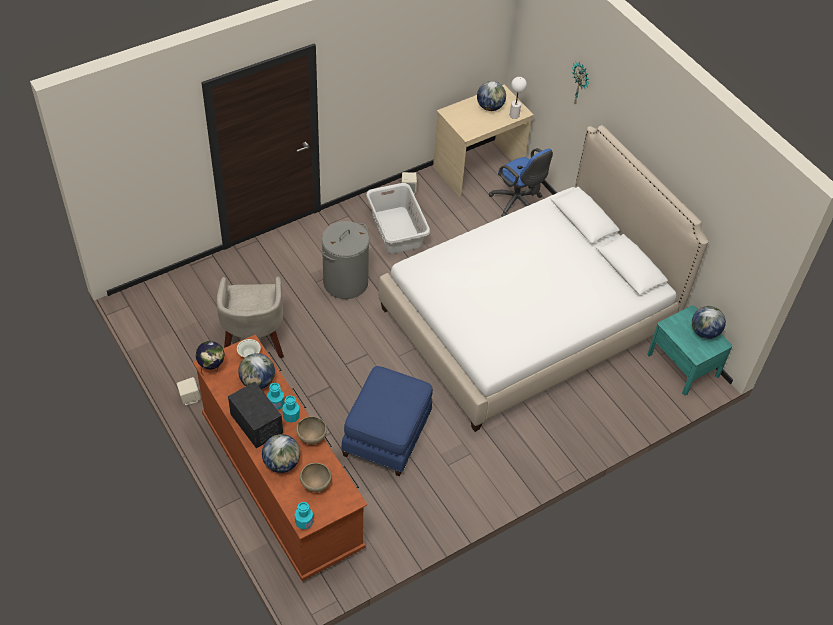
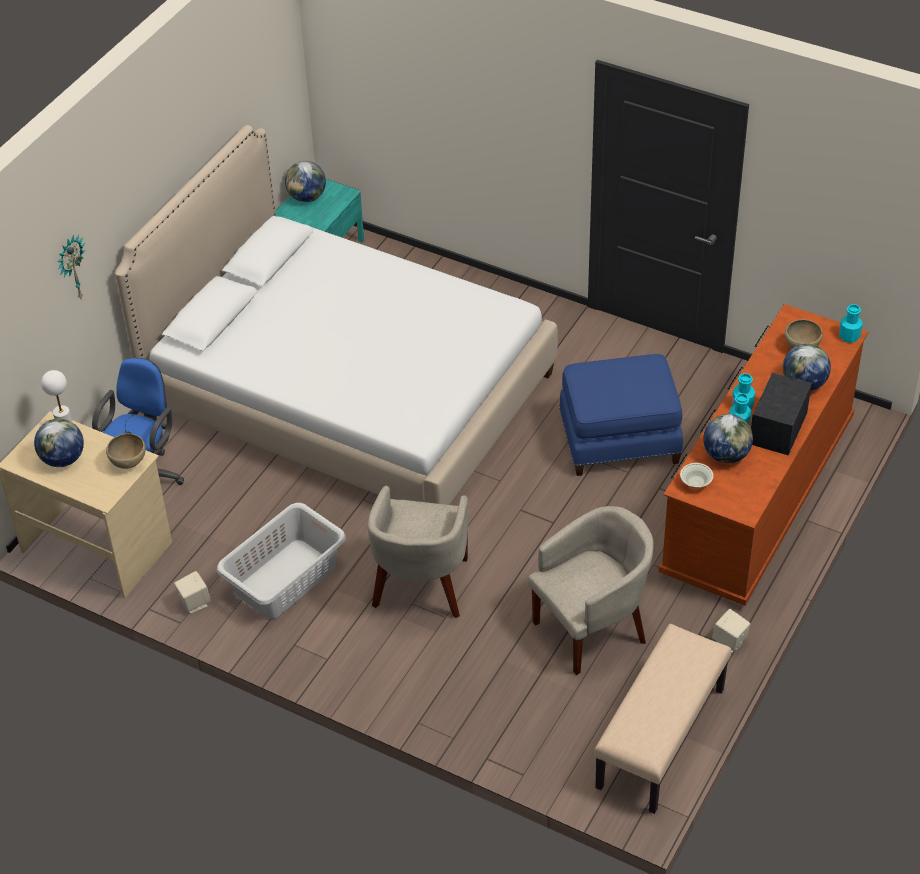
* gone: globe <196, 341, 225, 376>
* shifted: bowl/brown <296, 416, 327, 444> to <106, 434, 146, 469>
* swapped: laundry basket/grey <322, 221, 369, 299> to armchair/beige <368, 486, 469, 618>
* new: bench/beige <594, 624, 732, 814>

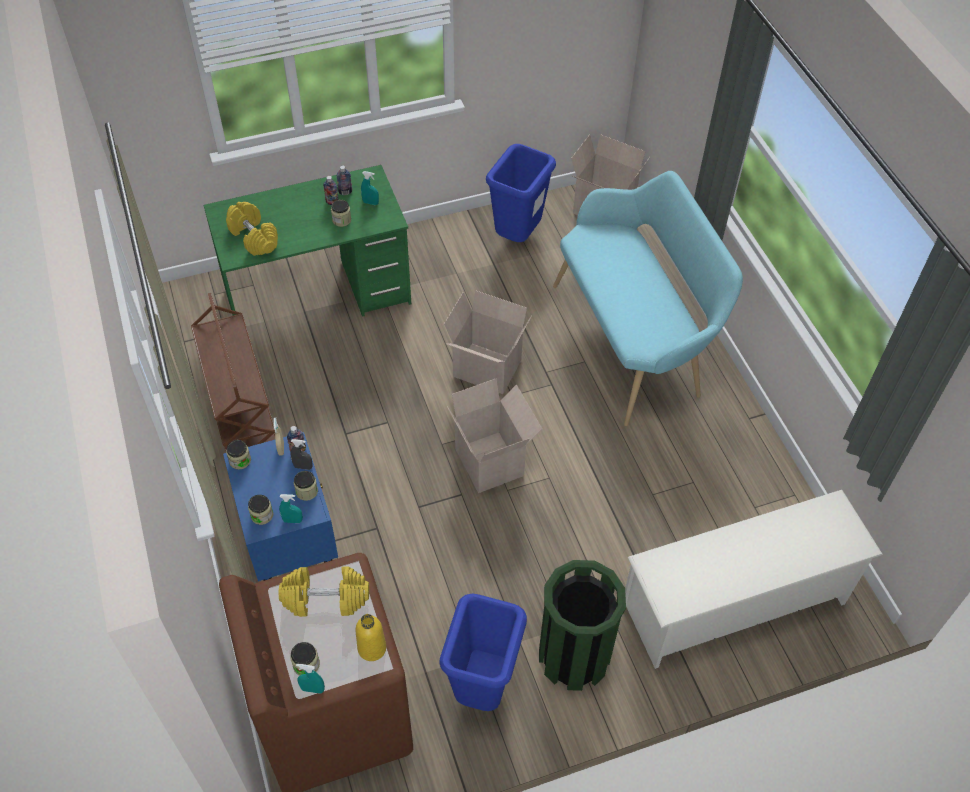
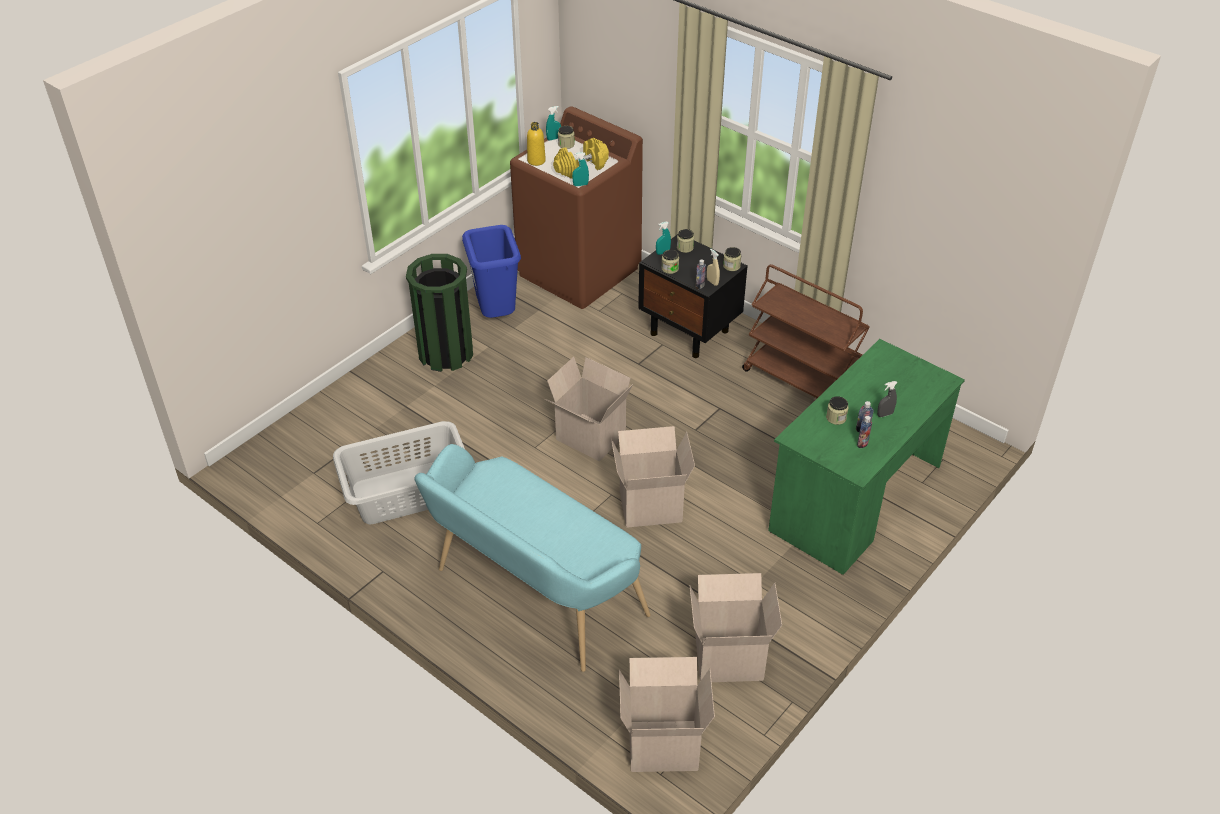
* repainted: nightstand/blue <223, 432, 338, 581> to nightstand/black <638, 234, 748, 358>
* gone: dumbbell/yellow <226, 202, 278, 256>
* shifted: spray bottle/grey <290, 439, 313, 470> to <877, 381, 897, 417>
* shifted: spray bottle/turquoise <361, 171, 379, 205> to <572, 152, 589, 186>
* swapped: trash can/blue <486, 144, 556, 242> to cardboard box <690, 573, 782, 682>
* gone: shoe rack/white <625, 490, 883, 669>
* new: laundry basket/grey <333, 421, 465, 524>

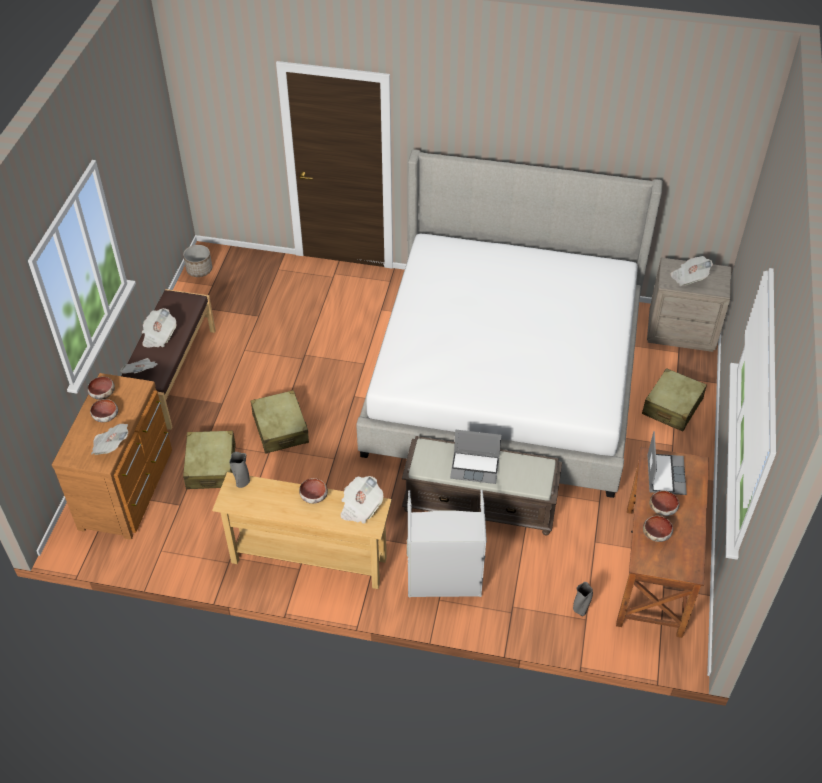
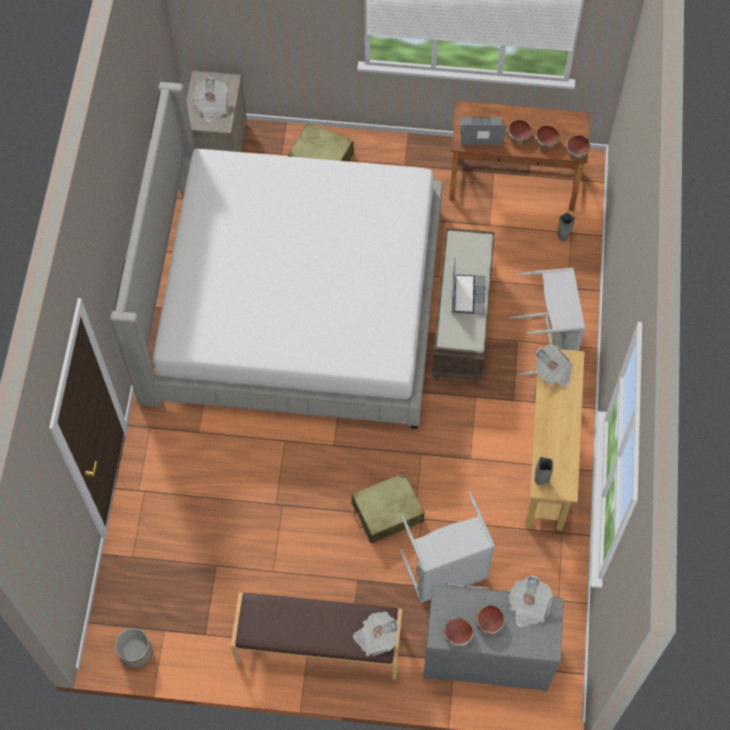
* repainted: dresser/brown <52, 373, 172, 540> to dresser/grey <423, 583, 564, 692>
* gone: newspaper <142, 308, 176, 347>
* swapped: suitcase/beige <183, 431, 236, 489> to laundry basket/grey <400, 492, 495, 603>
* shifted: bowl <299, 478, 328, 504> to <565, 135, 590, 158>

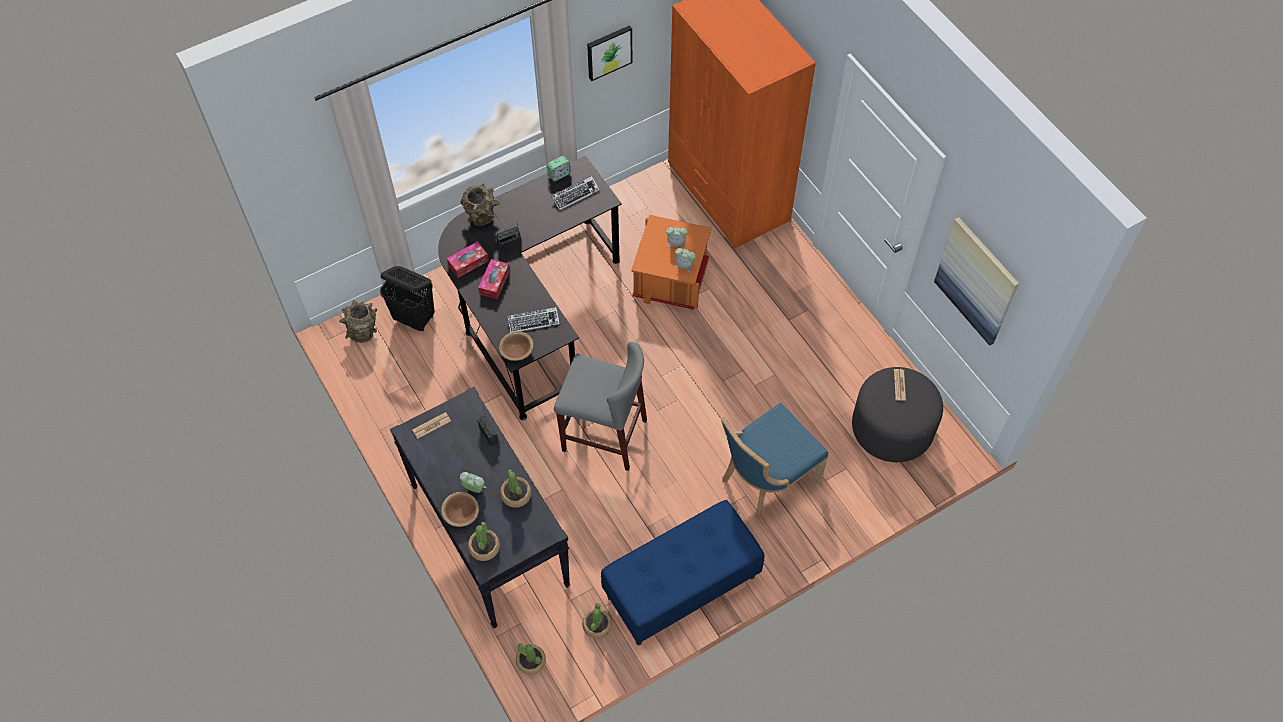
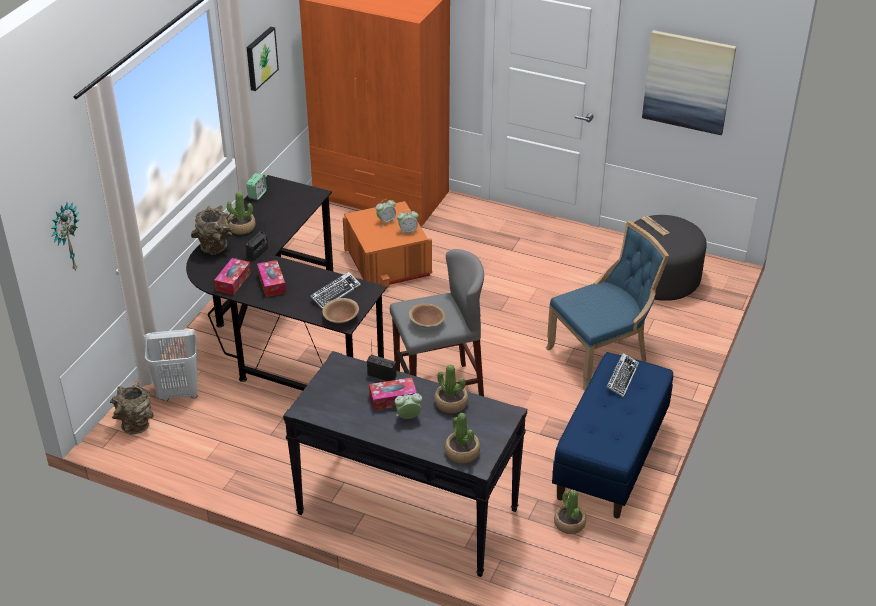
* repainted: laundry basket/black <380, 266, 435, 331> to laundry basket/white <143, 329, 198, 401>
* gone: newspaper <413, 412, 451, 439>
* shifted: bowl/brown <441, 492, 479, 527> to <409, 303, 445, 328>
* shifted: potted plant <516, 644, 546, 675> to <227, 192, 256, 235>
* shifted: keyboard <551, 176, 600, 211> to <607, 353, 639, 397>
* rotated: chair/blue <721, 403, 828, 520> = <546, 221, 669, 391> 135 degrees counterclockwise
* new: wall clock <51, 202, 79, 271>
* new: tissue box <369, 377, 417, 411>

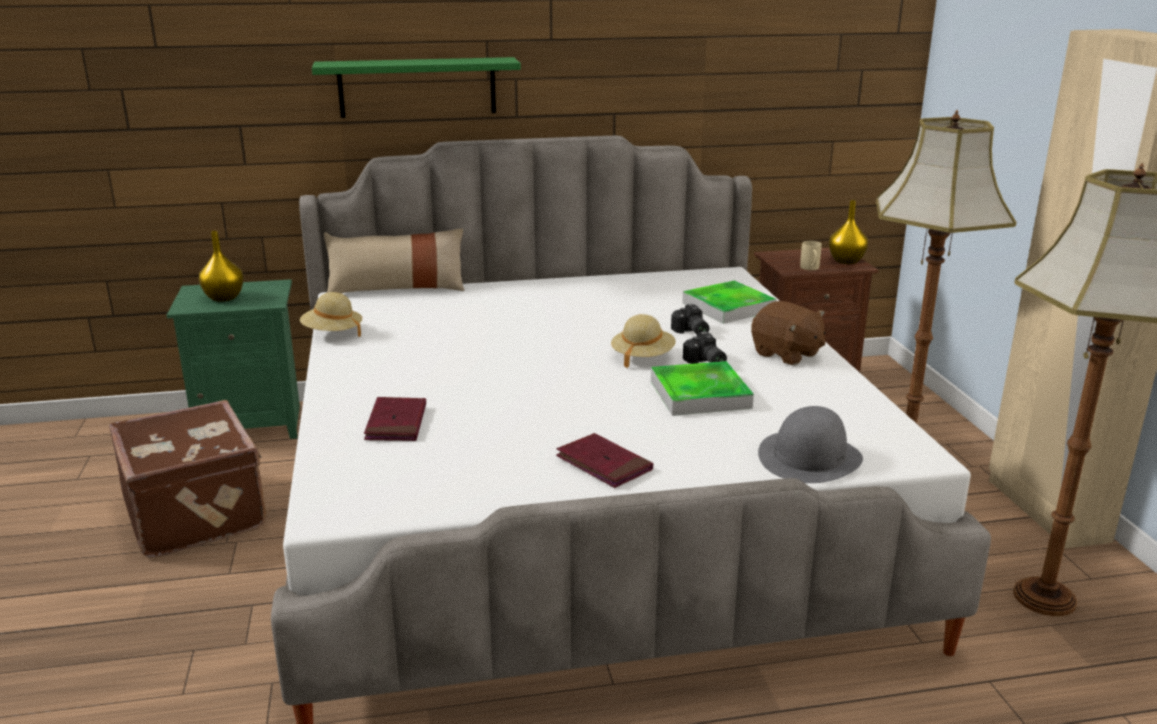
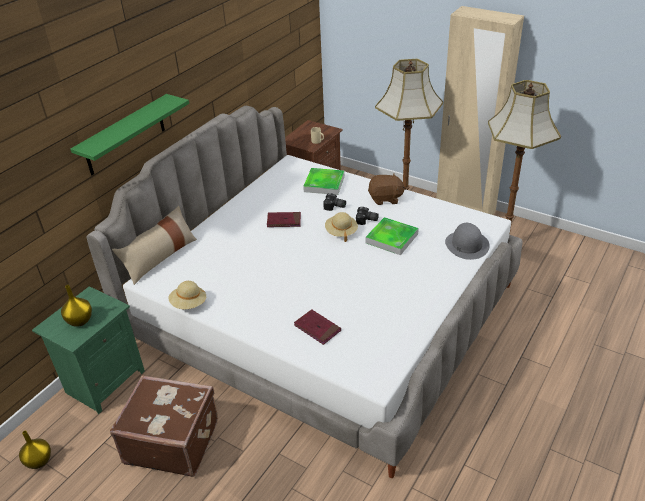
* shifted: book/red <556, 433, 653, 488> to <267, 212, 301, 227>
* shifted: vase/yellow <829, 200, 868, 264> to <19, 431, 51, 469>

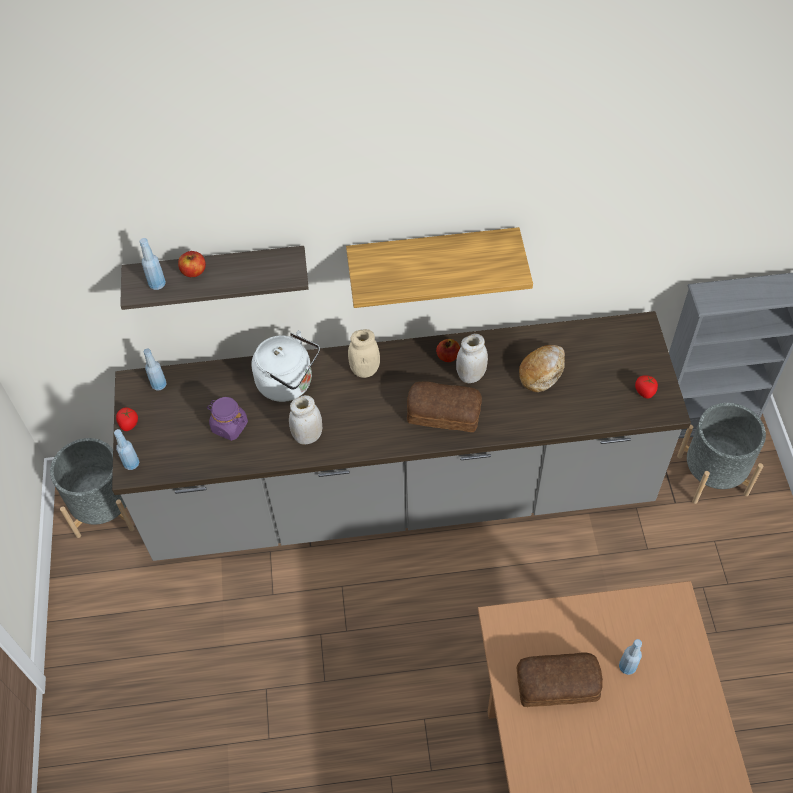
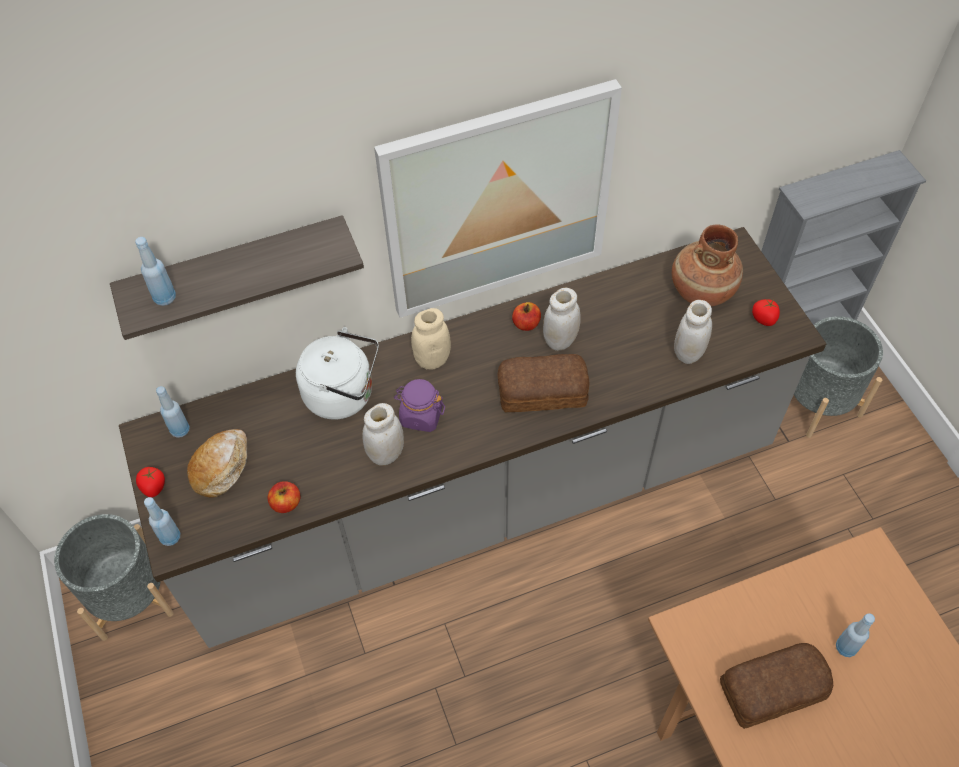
* shifted: apple <178, 251, 206, 277> to <268, 481, 301, 513>
* shifted: jar/purple <207, 397, 248, 441> to <394, 379, 445, 432>
* swapped: shelf <346, 227, 533, 308> to picture <374, 79, 622, 318>
* shifted: bread <519, 345, 565, 392> to <187, 429, 247, 498>
* new: vase/brown <672, 225, 743, 307>
* new: jar/white <674, 300, 712, 364>

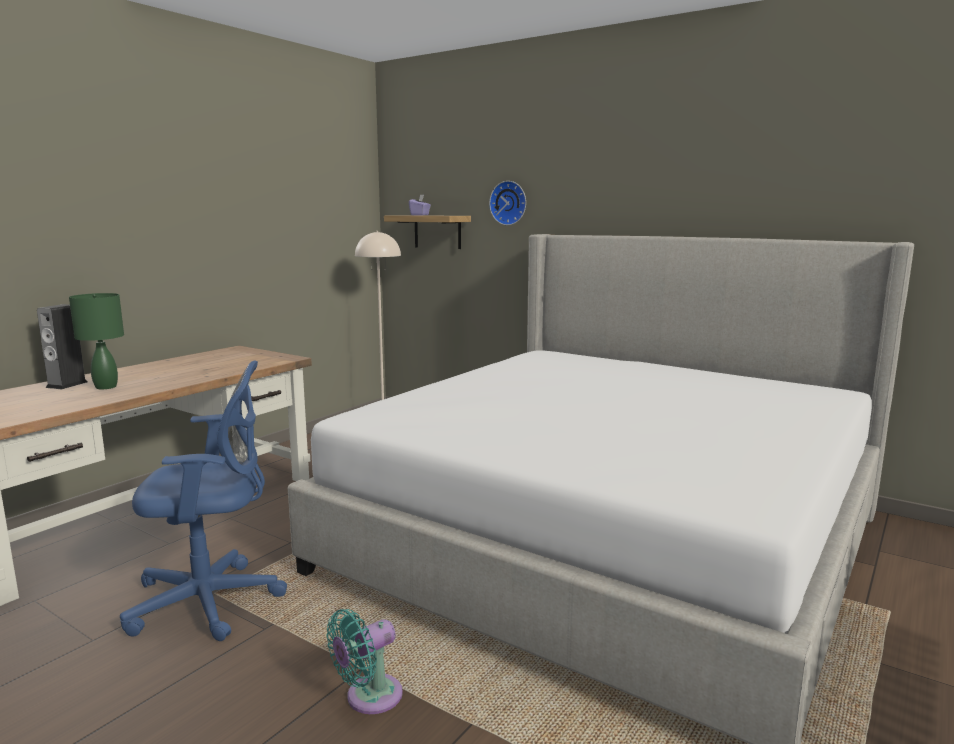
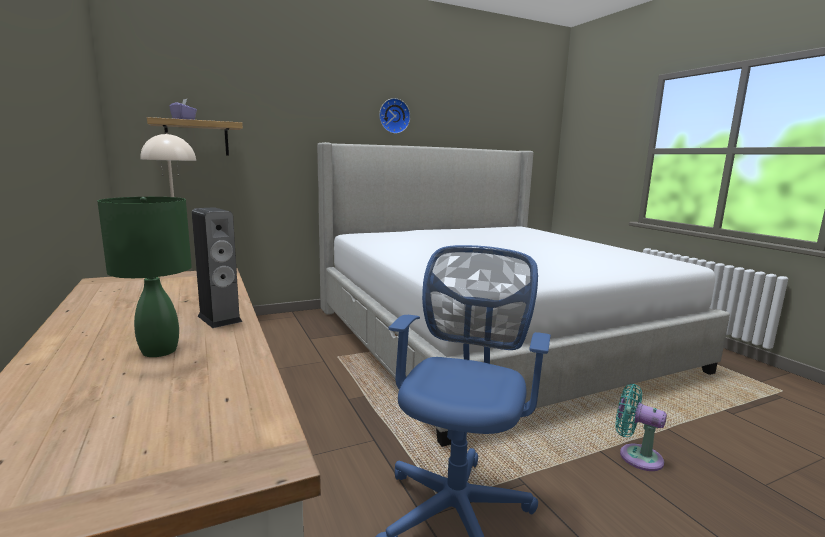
* shifted: speaker <37, 304, 88, 389> to <192, 207, 242, 328>
* rotated: fan/turquoise <326, 609, 403, 714> = <615, 384, 667, 471> 135 degrees clockwise
* shifted: wall clock <489, 181, 526, 225> to <379, 98, 410, 134>

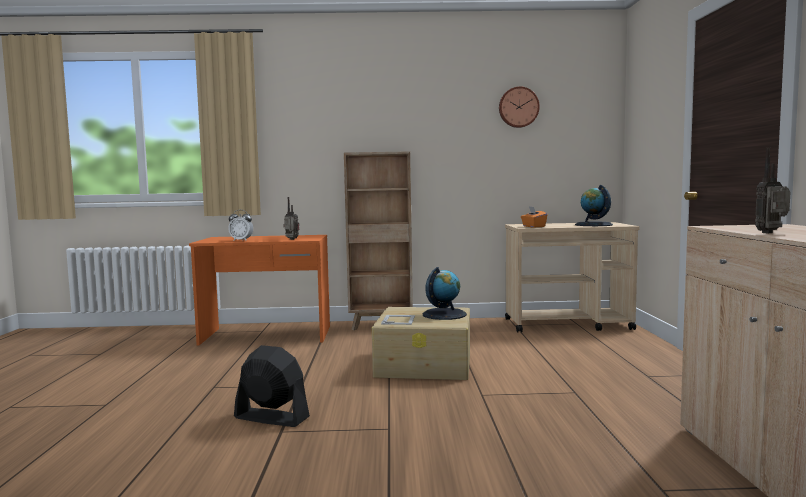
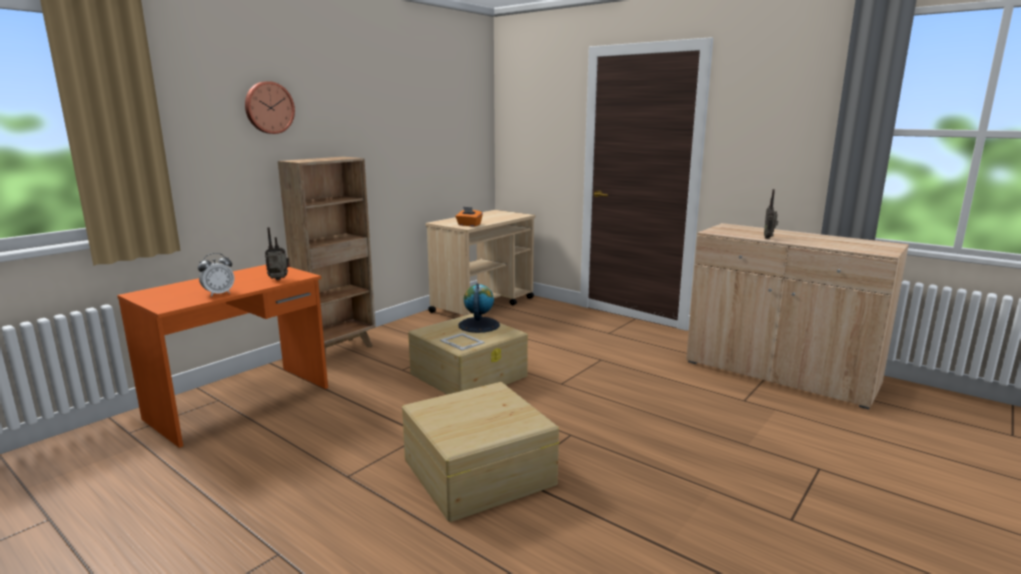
* swapped: fan/black <234, 345, 310, 427> to storage box/beige <402, 382, 560, 522>
* shifted: wall clock <499, 86, 540, 128> to <245, 81, 295, 134>
* gone: globe <575, 185, 613, 226>

